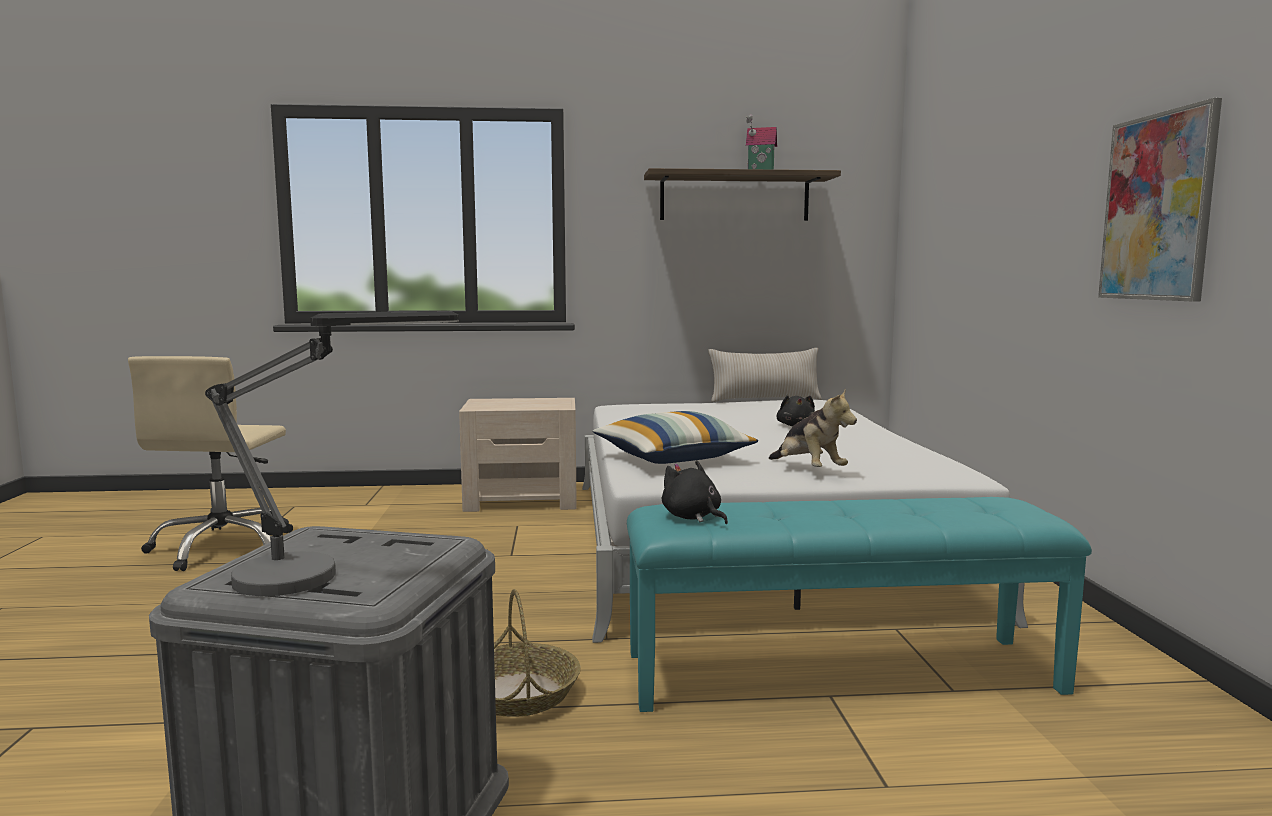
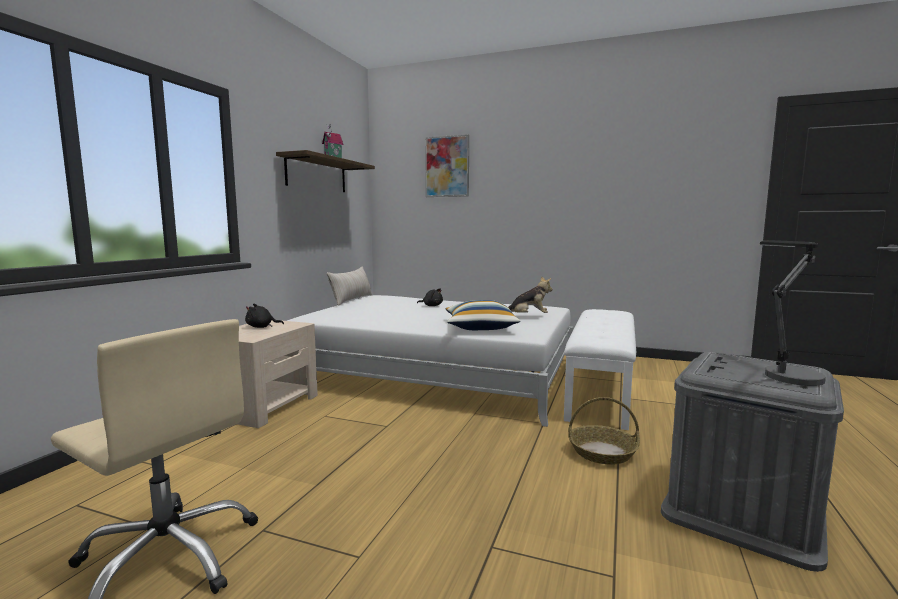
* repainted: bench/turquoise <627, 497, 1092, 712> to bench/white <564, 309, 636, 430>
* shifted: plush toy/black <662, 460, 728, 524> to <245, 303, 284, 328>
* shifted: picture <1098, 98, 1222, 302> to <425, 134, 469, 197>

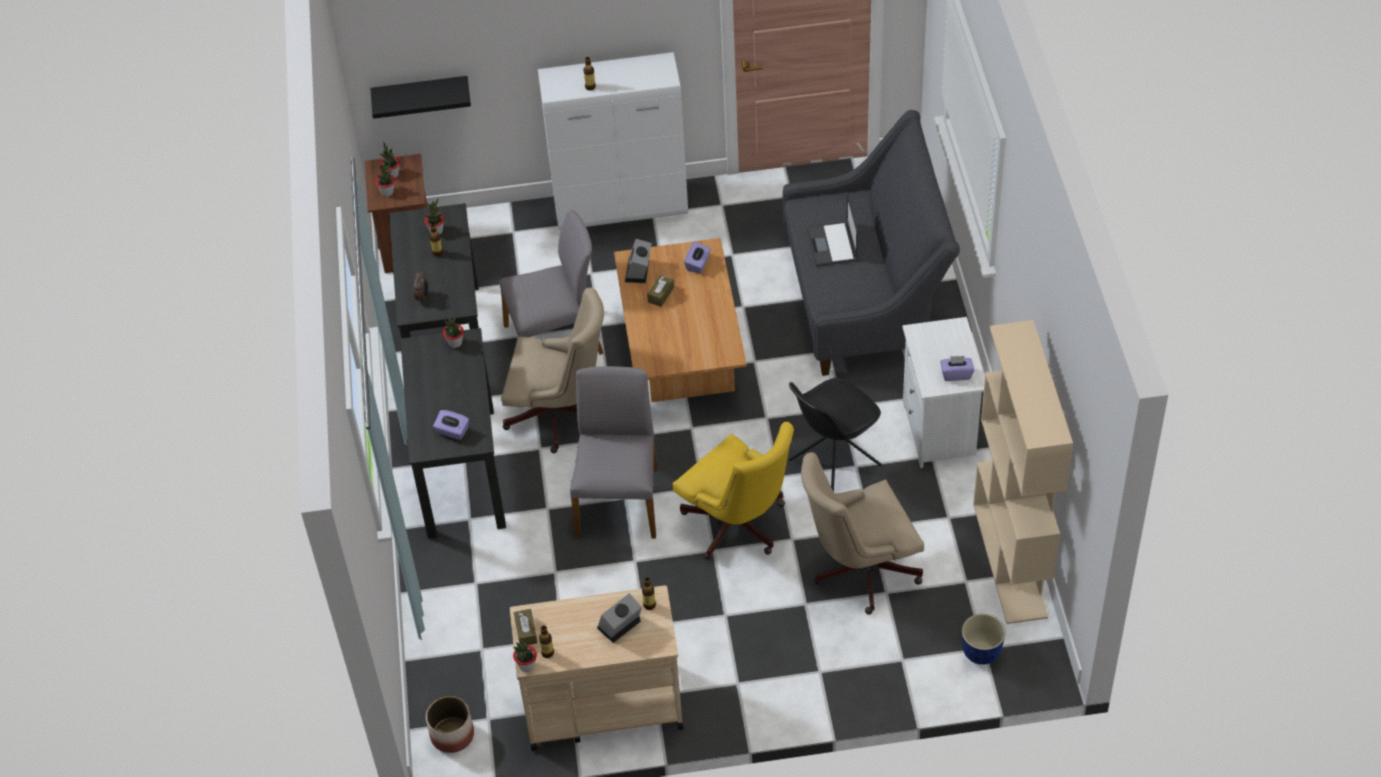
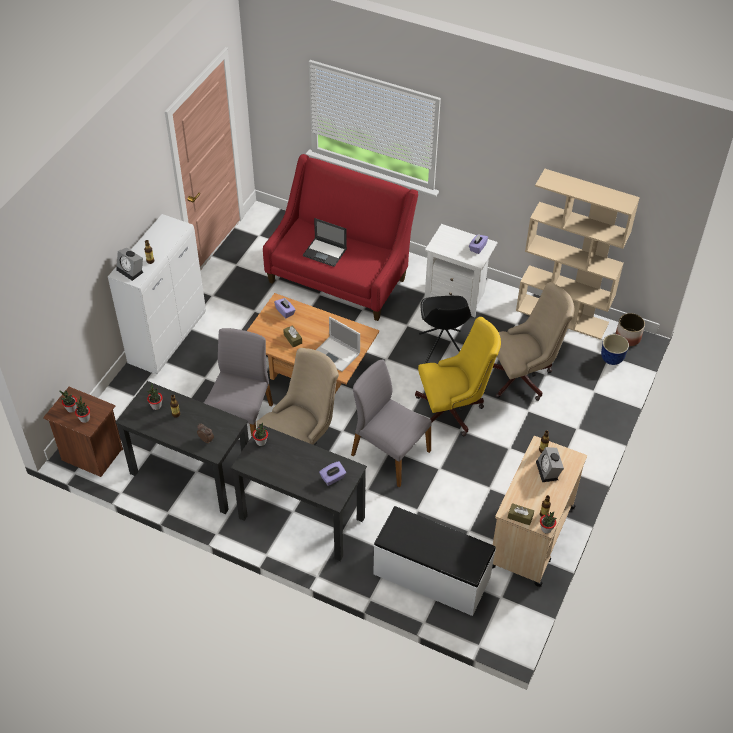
* gone: shelf/black <370, 76, 471, 119>
* shifted: planter <426, 696, 474, 753> to <615, 313, 645, 346>
* shifted: alarm clock <625, 239, 651, 283> to <116, 248, 144, 281>
* repainted: sofa/grey <783, 110, 960, 376> to sofa/red <263, 154, 418, 321>
* rotated: office chair/beige <801, 452, 924, 615> = <493, 282, 574, 401> 120 degrees counterclockwise
* new: laptop <316, 317, 360, 372>
* new: bench/white <373, 506, 496, 616>

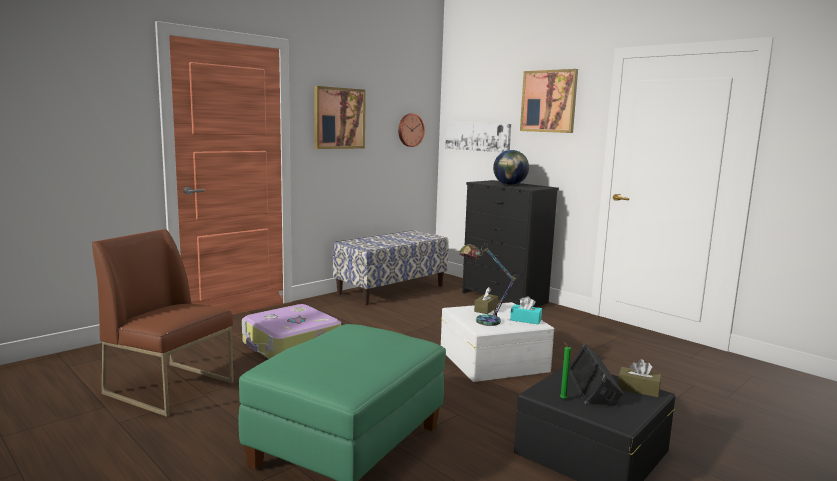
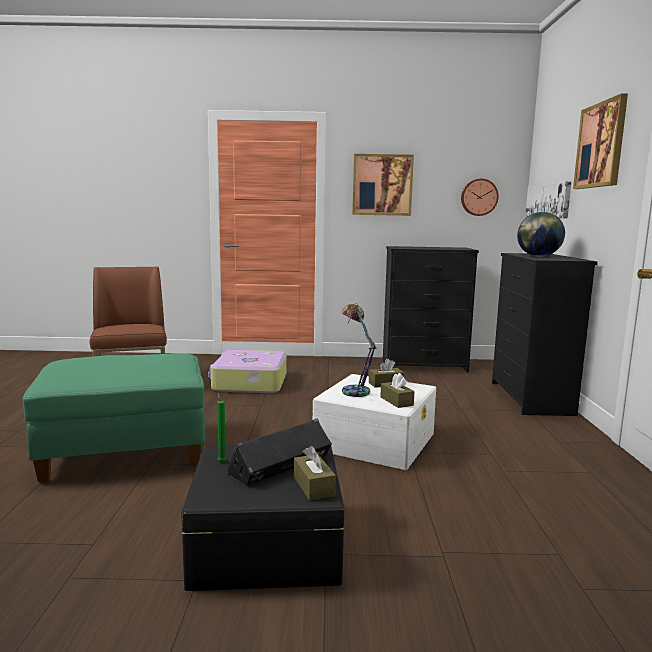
* swapped: bench <333, 230, 449, 305> to dresser/black <383, 246, 479, 372>
* repainted: tissue box/turquoise <510, 296, 542, 325> to tissue box/brown <380, 373, 415, 408>

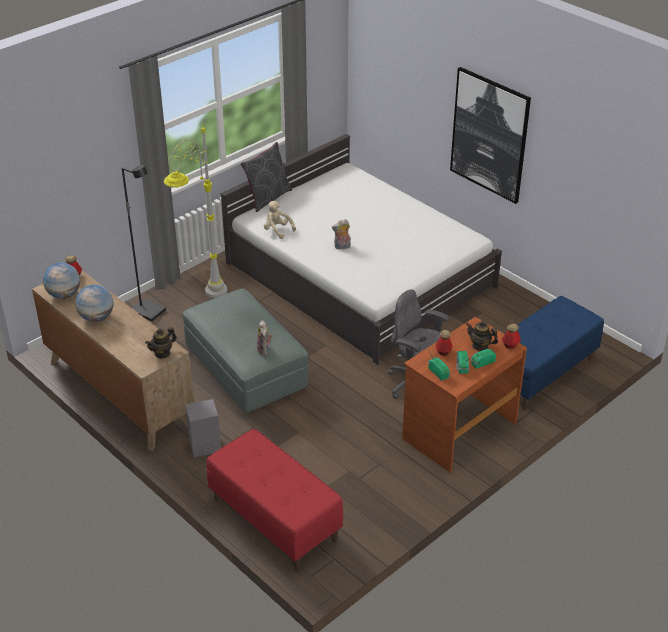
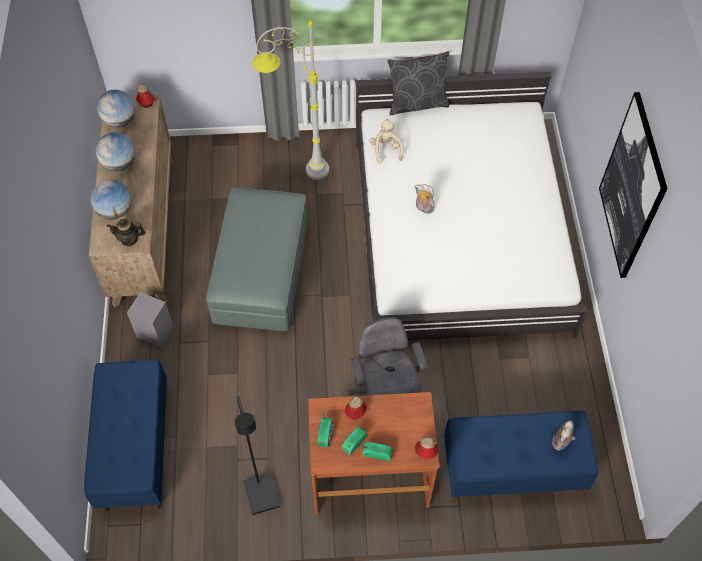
* shifted: floor lamp/black <122, 165, 166, 322> to <235, 396, 280, 515>
* repainted: bench/red <206, 429, 343, 571> to bench/blue <84, 360, 167, 512>
* shifted: plush toy <257, 320, 272, 356> to <552, 421, 575, 451>
* gone: teapot <466, 321, 498, 351>
* new: globe <91, 180, 132, 219>

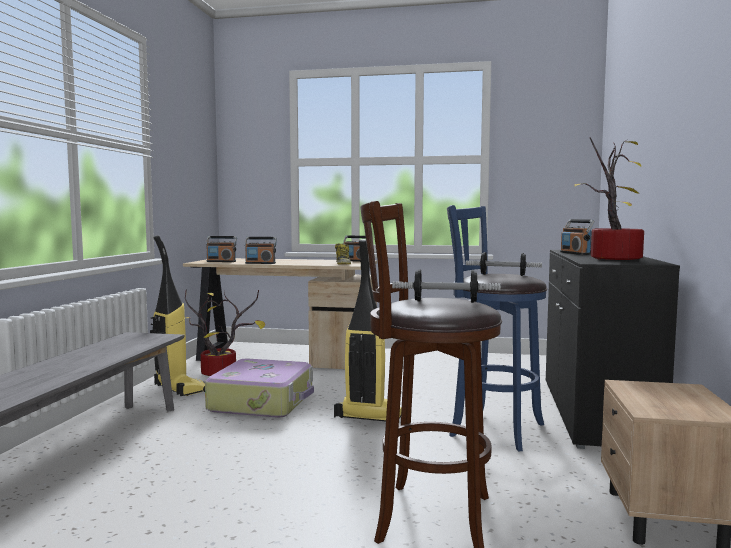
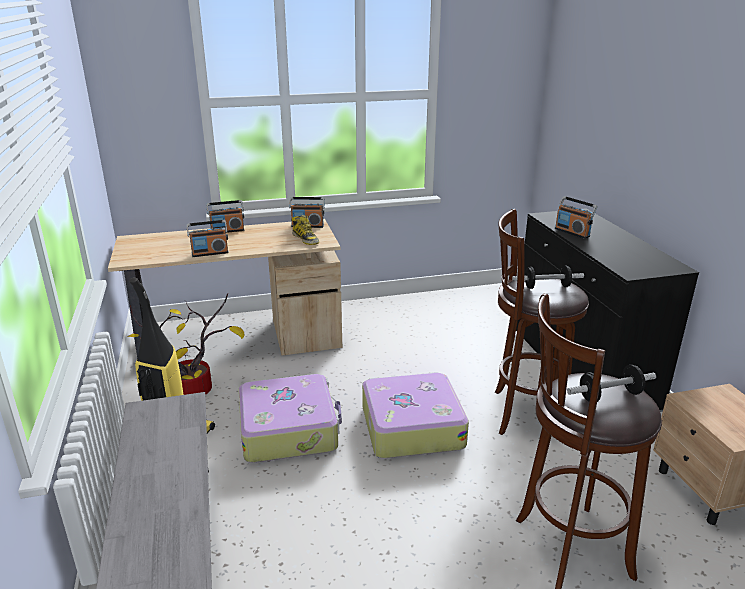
* shifted: radio <206, 236, 237, 262> to <206, 200, 244, 233>
* swapped: vacuum cleaner <334, 239, 402, 422> to suitcase <362, 372, 469, 458>
* repainted: stool/blue <447, 205, 547, 451> to stool/brown <495, 209, 589, 435>
* gone: potted plant <574, 137, 644, 260>

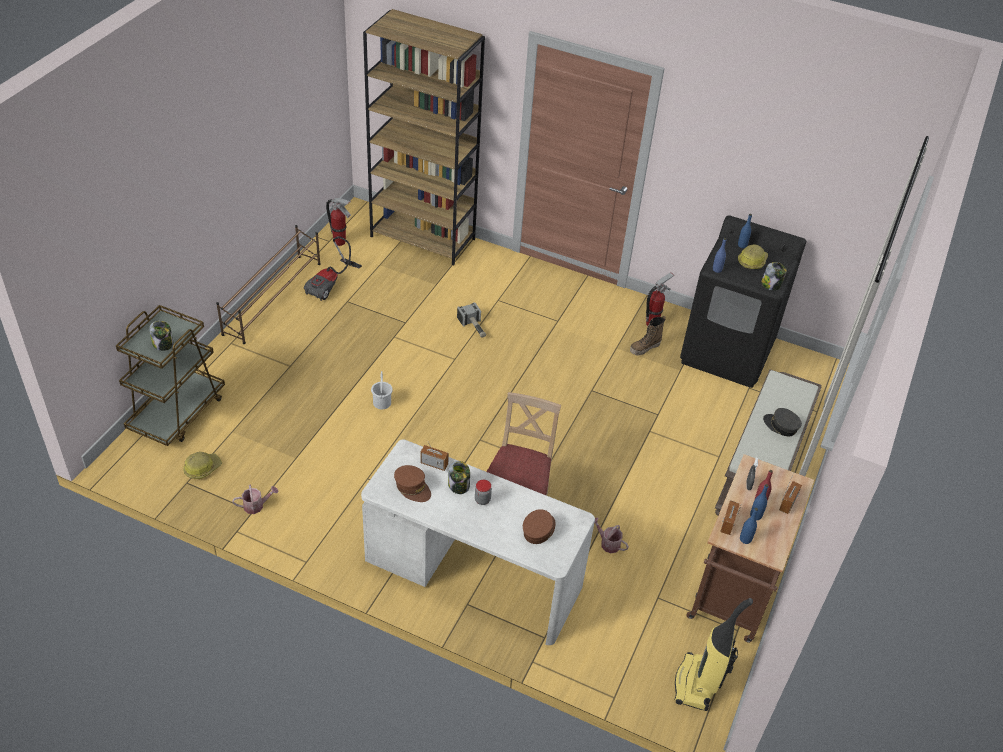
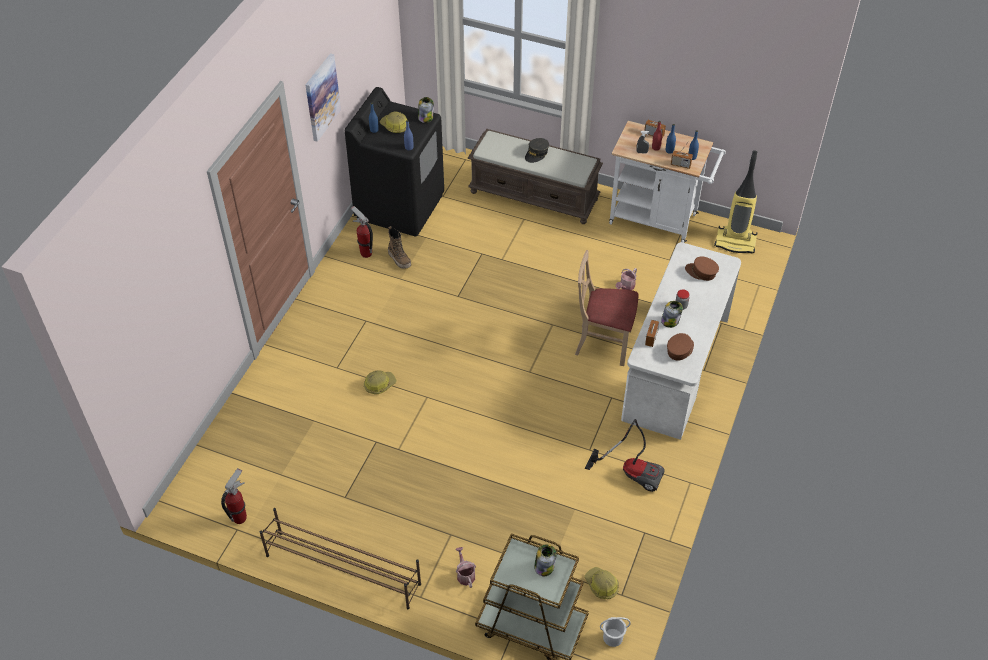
* shifted: watering can <232, 485, 278, 514> to <455, 547, 476, 588>
* shifted: vacuum cleaner <304, 236, 362, 301> to <585, 419, 665, 492>
* gone: bookcase/brown <363, 9, 485, 265>
* shifted: bucket/white <371, 371, 393, 409> to <600, 617, 631, 647>
* swapped: hammer <457, 302, 486, 338> to hard hat <364, 370, 397, 394>
* repainted: cart/brown <687, 454, 814, 643> to cart/white <609, 121, 726, 243>
* new: picture <305, 53, 341, 142>

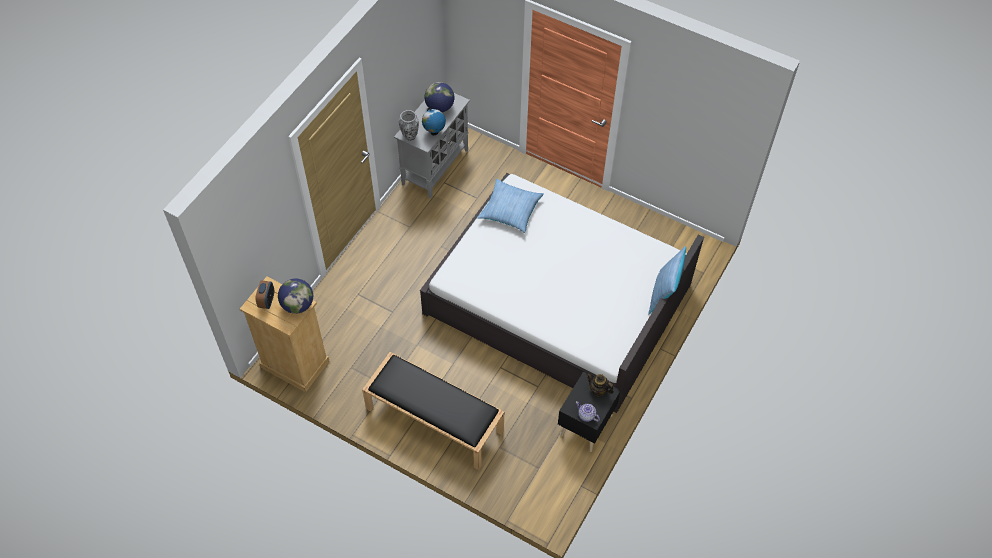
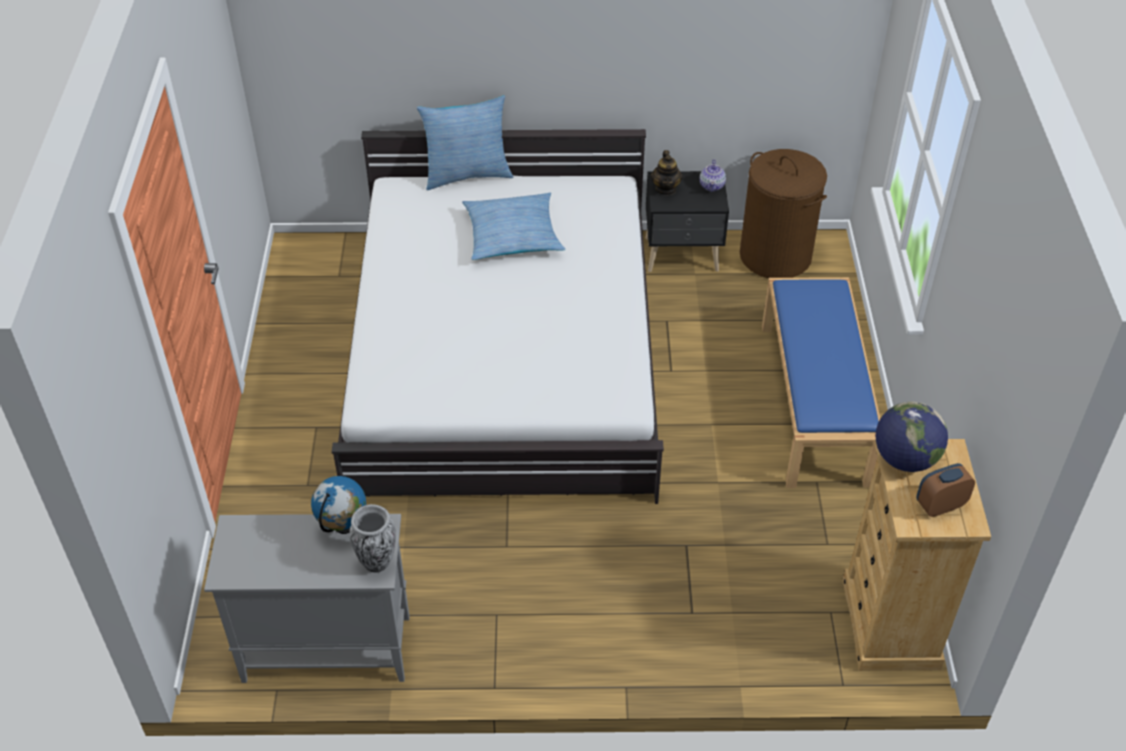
* repainted: bench/black <362, 352, 504, 470> to bench/blue <762, 277, 880, 488>
* gone: globe <425, 82, 454, 112>
* shifted: pillow <477, 179, 544, 233> to <462, 193, 565, 260>
* new: laundry basket/brown <740, 149, 827, 278>

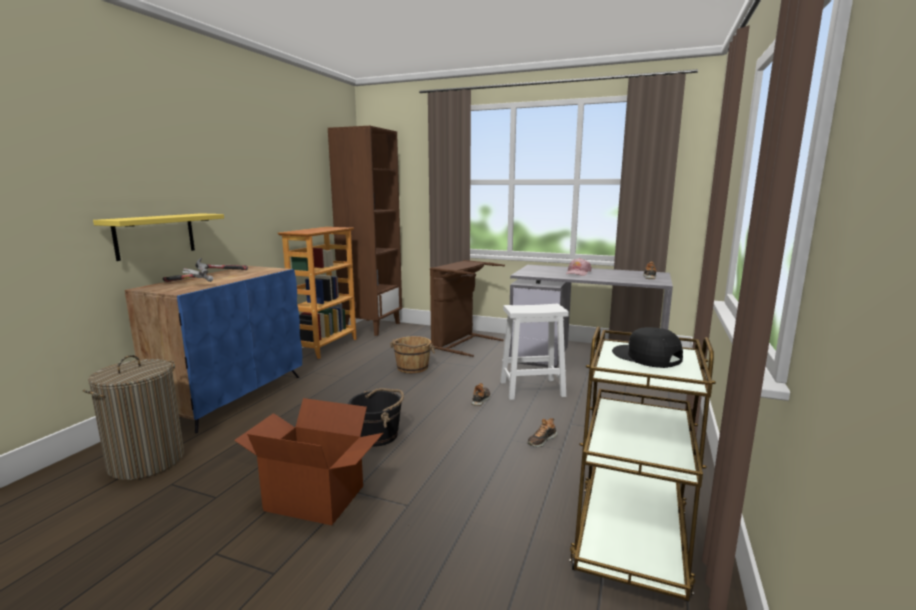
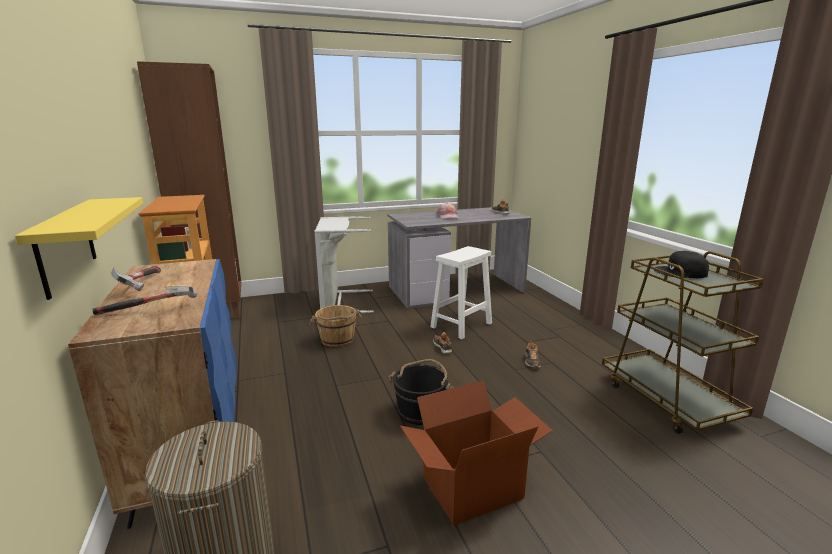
* repainted: laundry basket/brown <430, 260, 505, 357> to laundry basket/grey <315, 216, 374, 313>

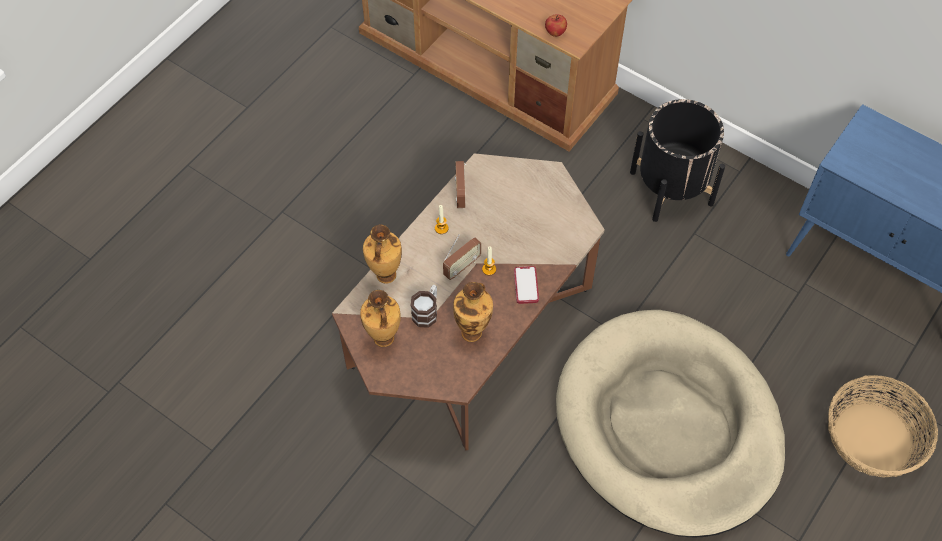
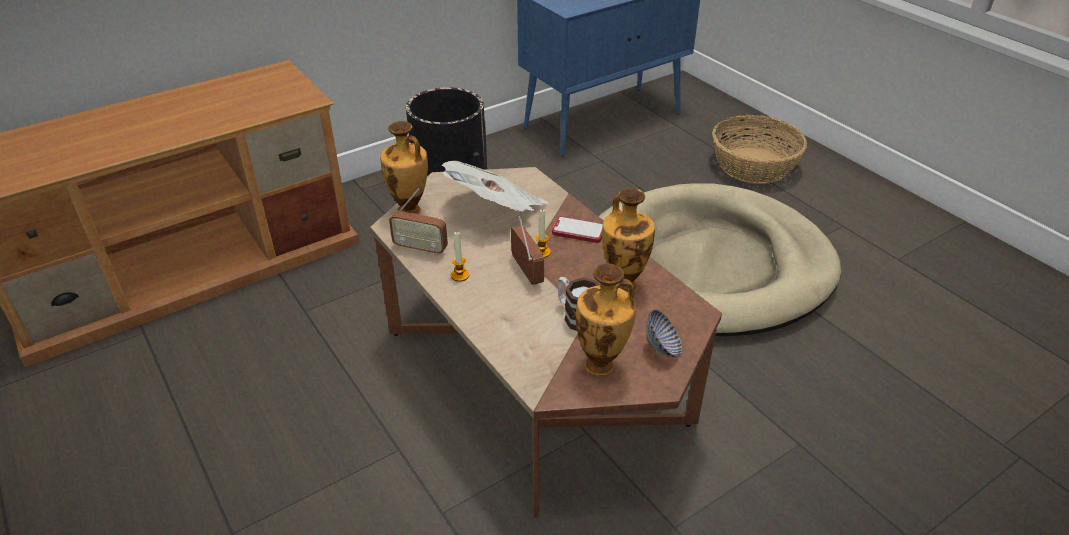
* shifted: vase <363, 224, 402, 283> to <380, 121, 428, 214>
* gone: apple <545, 14, 567, 37>
* new: newspaper <442, 161, 548, 212>
* new: bowl <646, 310, 682, 357>

